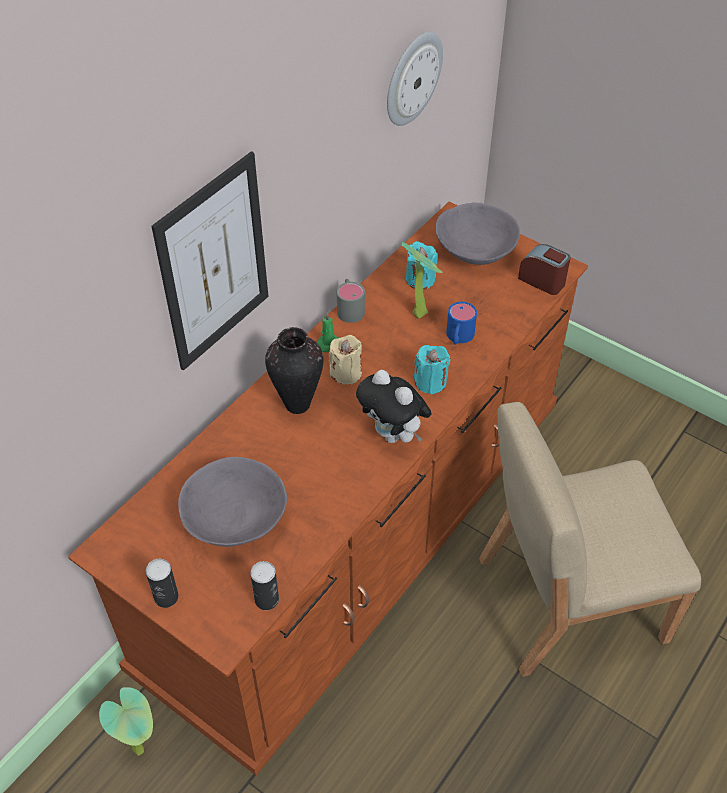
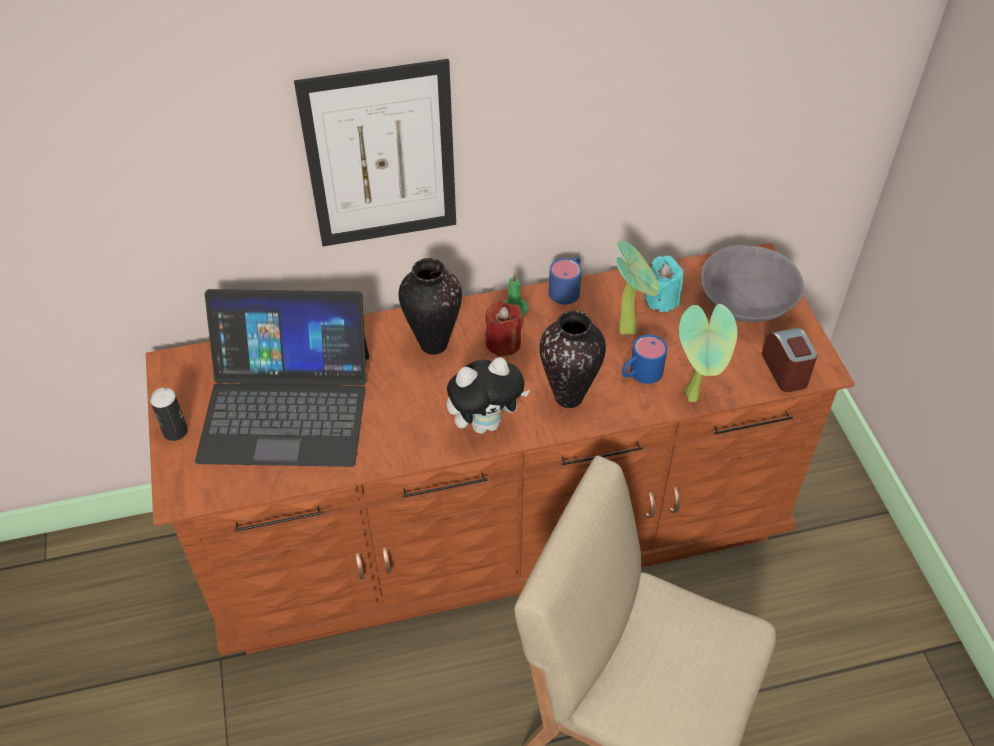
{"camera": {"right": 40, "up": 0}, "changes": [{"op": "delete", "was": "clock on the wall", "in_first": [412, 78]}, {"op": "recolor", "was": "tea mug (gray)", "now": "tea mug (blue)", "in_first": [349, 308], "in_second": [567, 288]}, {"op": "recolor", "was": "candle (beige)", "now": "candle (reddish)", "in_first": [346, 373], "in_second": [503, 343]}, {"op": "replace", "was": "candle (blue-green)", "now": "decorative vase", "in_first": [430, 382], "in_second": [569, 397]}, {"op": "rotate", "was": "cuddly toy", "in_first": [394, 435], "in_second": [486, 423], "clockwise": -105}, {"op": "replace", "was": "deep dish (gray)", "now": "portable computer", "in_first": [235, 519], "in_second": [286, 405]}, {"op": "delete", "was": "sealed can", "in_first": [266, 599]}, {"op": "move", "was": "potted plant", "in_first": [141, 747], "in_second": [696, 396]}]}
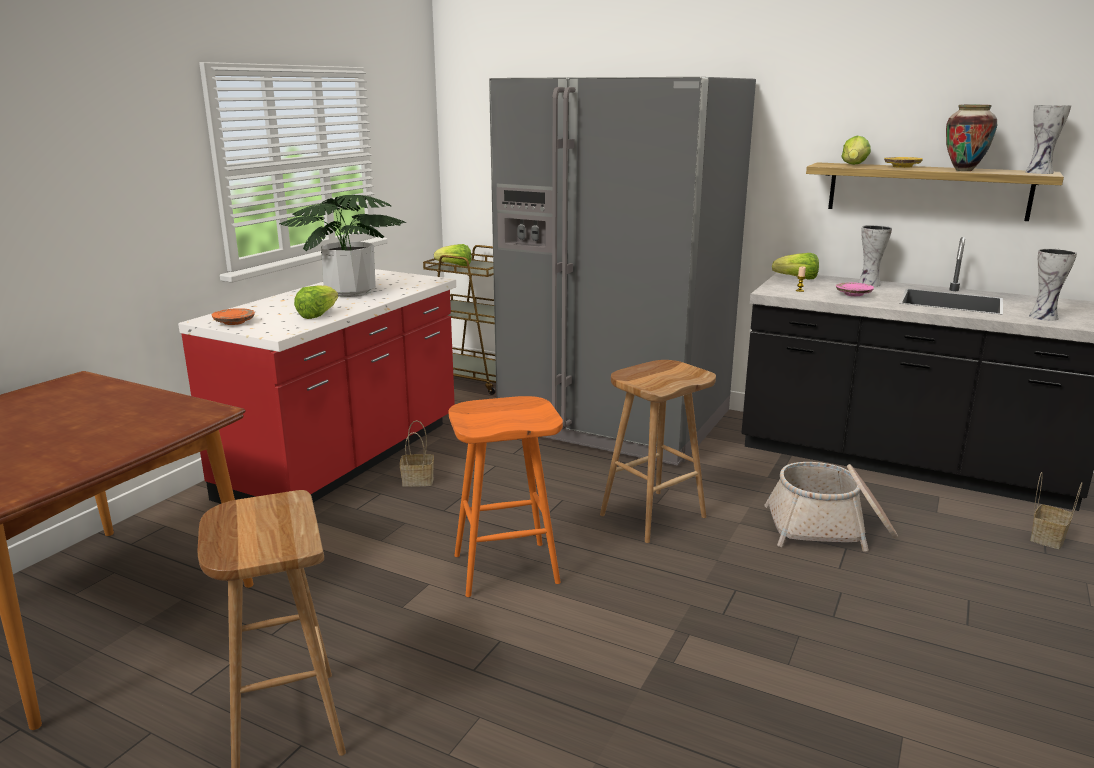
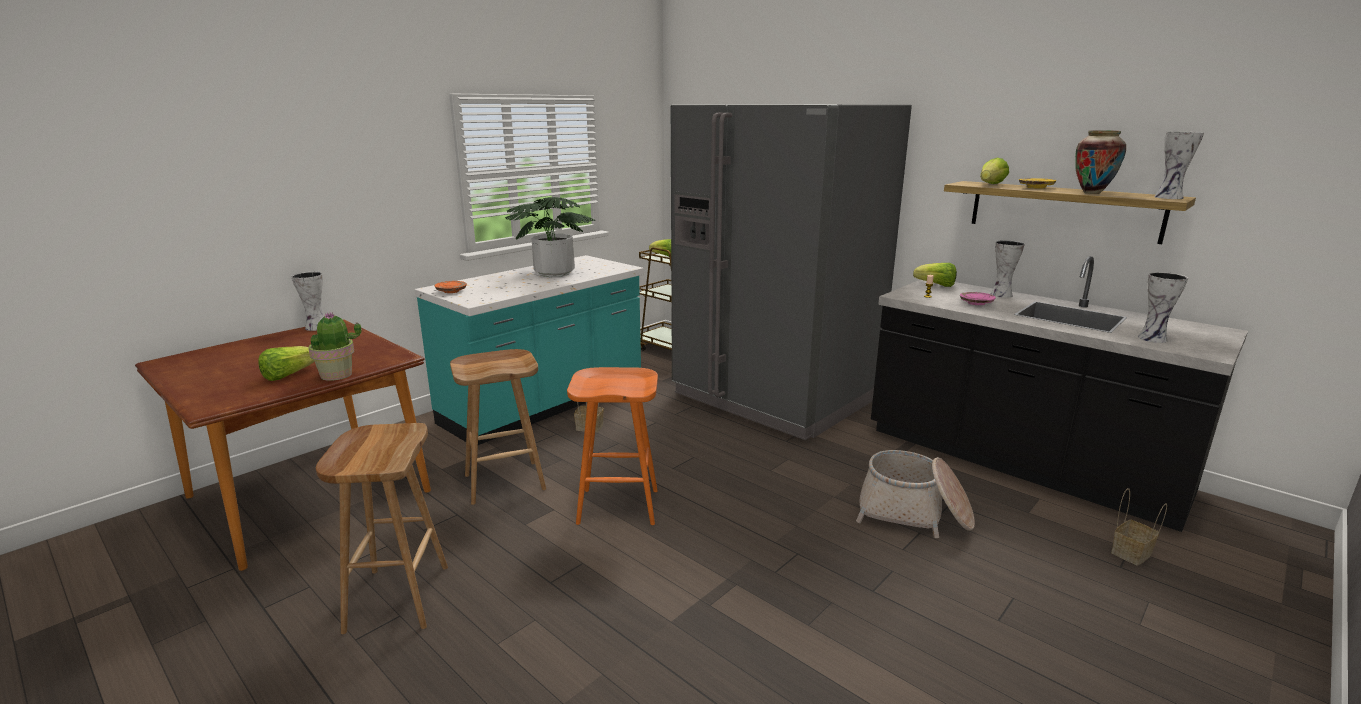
{"camera": {"right": 15, "up": 0}, "changes": [{"op": "recolor", "was": "kitchen base unit (reddish)", "now": "kitchen base unit (blue-green)", "in_first": [346, 460], "in_second": [545, 405]}, {"op": "move", "was": "lettuce head", "in_first": [318, 315], "in_second": [288, 375]}, {"op": "move", "was": "stool seat (brown)", "in_first": [653, 515], "in_second": [506, 481]}, {"op": "insert", "now": "decorative vase", "in_second": [315, 327]}, {"op": "insert", "now": "potted plant", "in_second": [337, 375]}]}
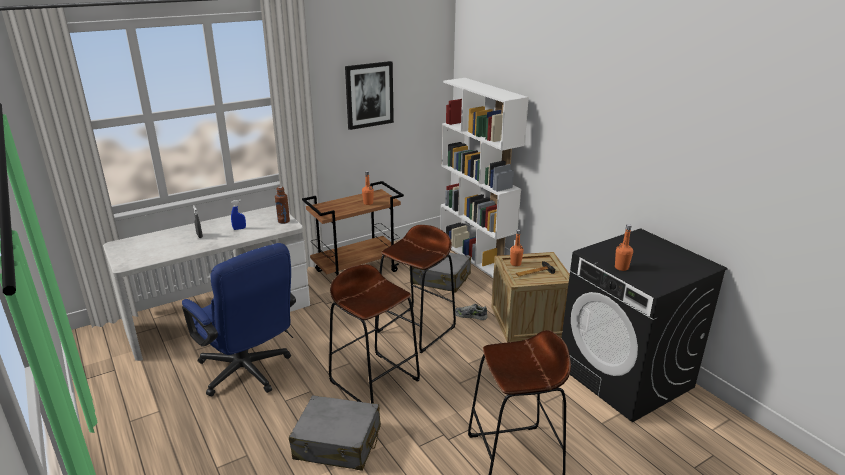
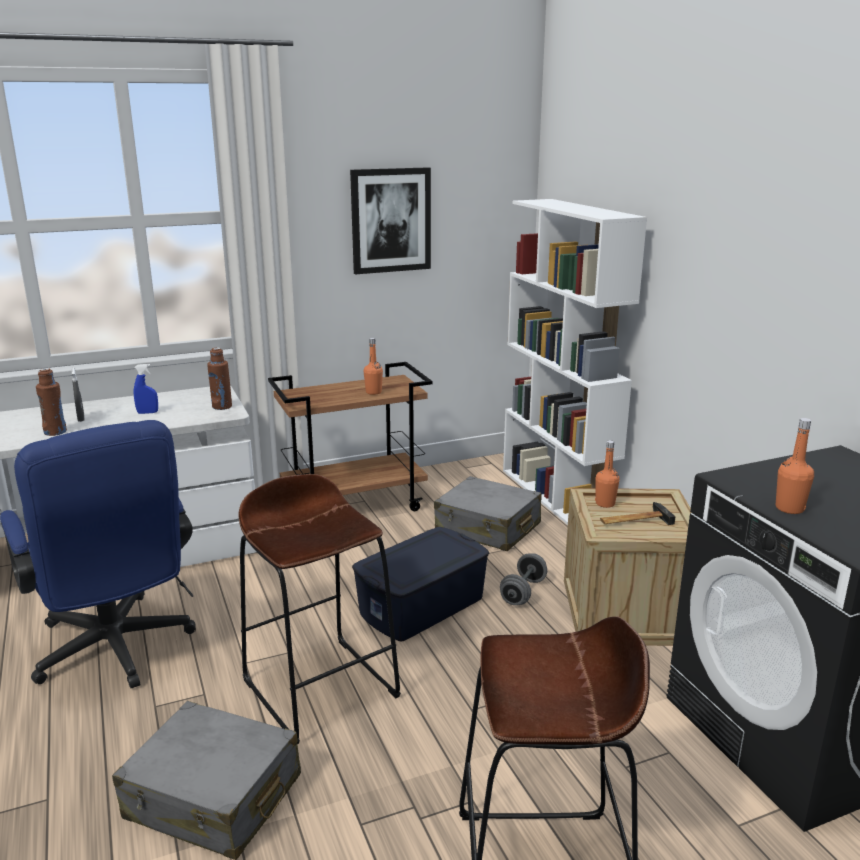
{"camera": {"right": 10, "up": -5}, "changes": [{"op": "replace", "was": "stool seat (brown)", "now": "storage bin (blue)", "in_first": [416, 329], "in_second": [422, 606]}, {"op": "replace", "was": "low shoe", "now": "free weight (gray)", "in_first": [470, 316], "in_second": [523, 592]}, {"op": "insert", "now": "drink bottle (brown)", "in_second": [55, 432]}]}
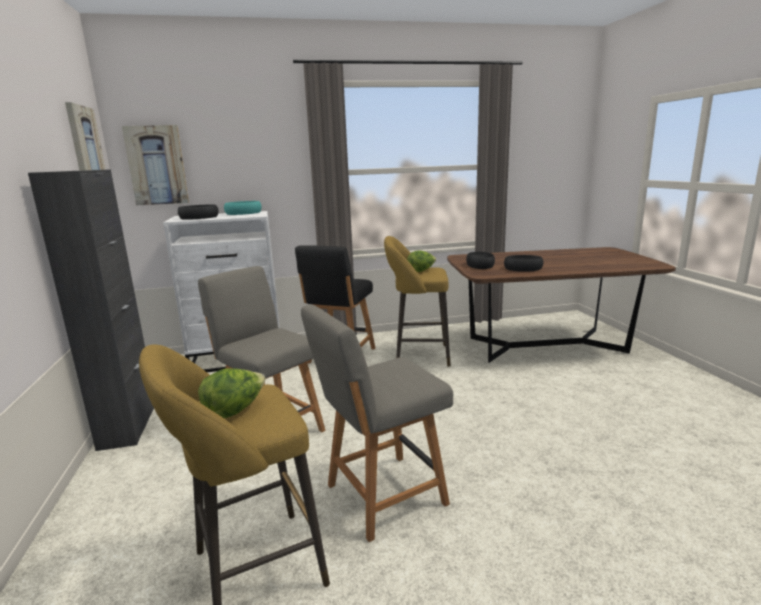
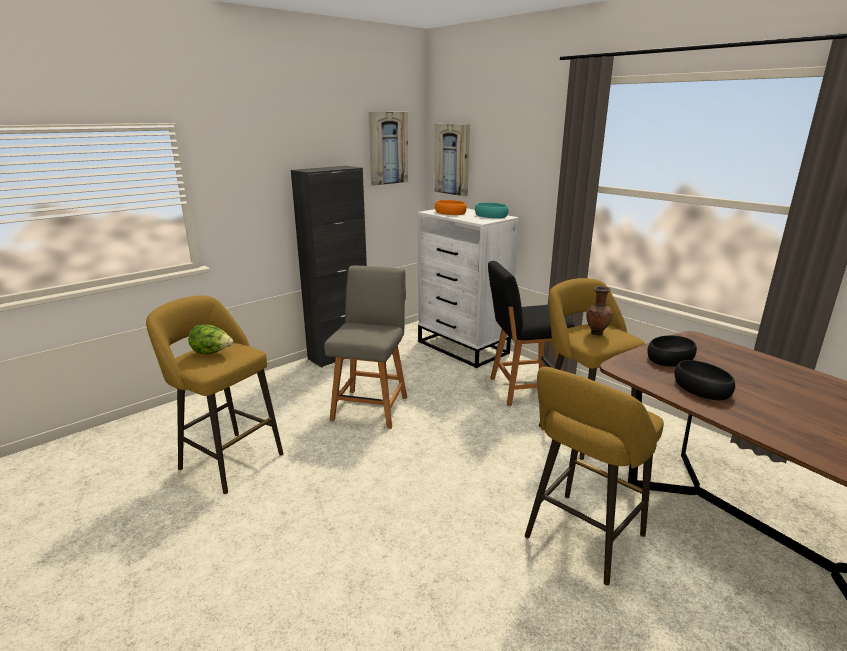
{"camera": {"right": 60, "up": 5}, "changes": [{"op": "recolor", "was": "deep dish (black-coloured)", "now": "deep dish (orangey)", "in_first": [199, 217], "in_second": [450, 212]}, {"op": "replace", "was": "lettuce head", "now": "decorative vase (brown)", "in_first": [421, 271], "in_second": [596, 333]}, {"op": "delete", "was": "plain chair (gray)", "in_first": [382, 496]}, {"op": "insert", "now": "stool seat (yellow-coloured)", "in_second": [581, 539]}]}
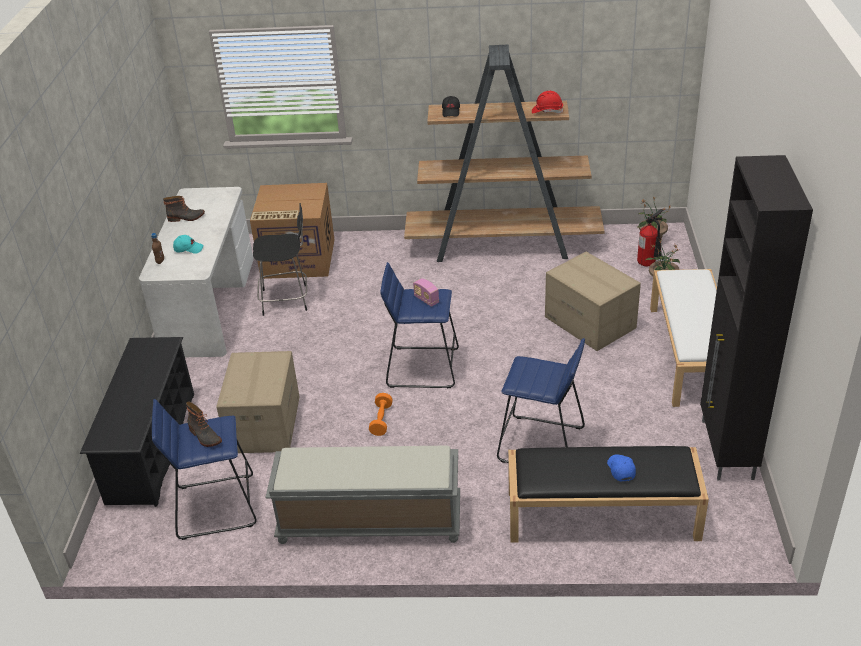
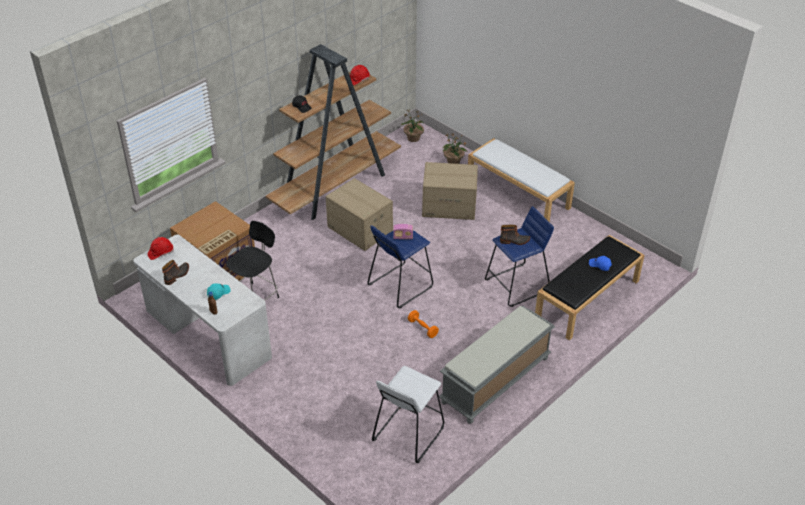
{"camera": {"right": -50, "up": 5}, "changes": [{"op": "delete", "was": "cupboard (black-coloured)", "in_first": [726, 450]}, {"op": "delete", "was": "fire extinguisher", "in_first": [649, 264]}, {"op": "delete", "was": "shoe stand (black-coloured)", "in_first": [151, 447]}, {"op": "move", "was": "cardboard box", "in_first": [263, 424], "in_second": [359, 229]}, {"op": "recolor", "was": "stool seat (blue)", "now": "stool seat (white)", "in_first": [216, 506], "in_second": [408, 433]}, {"op": "move", "was": "boot", "in_first": [204, 436], "in_second": [515, 241]}, {"op": "insert", "now": "safety helmet (reddish)", "in_second": [160, 253]}]}
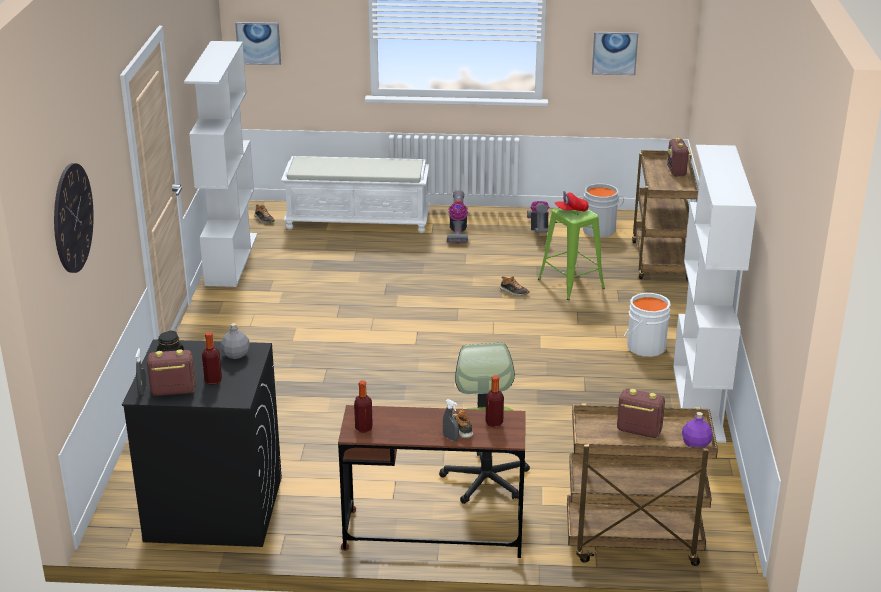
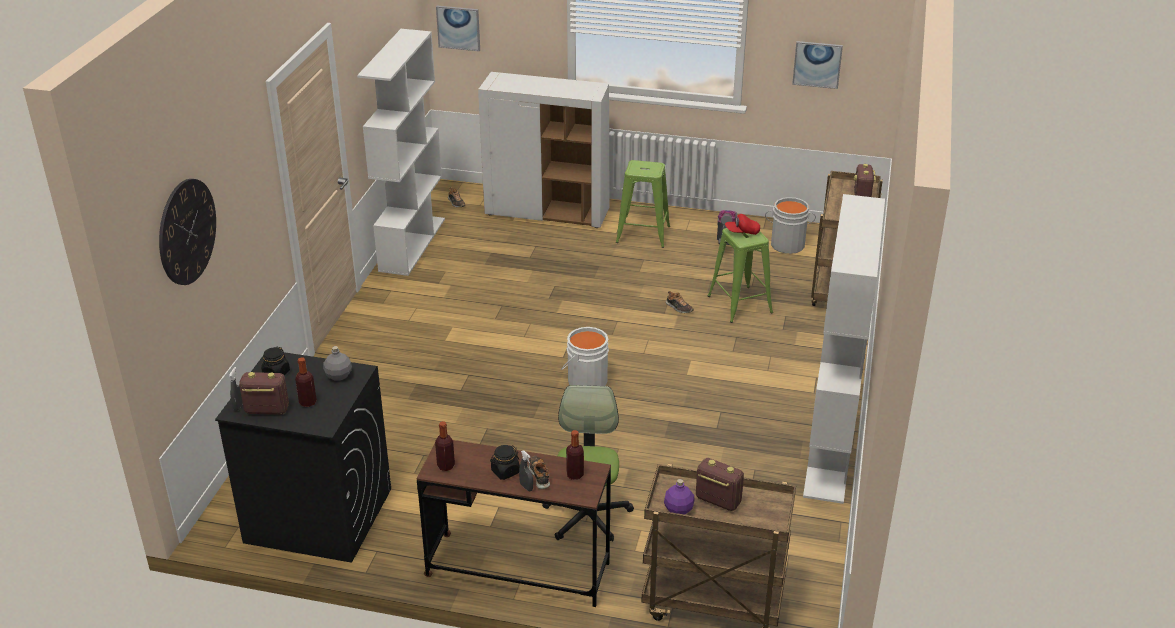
{"camera": {"right": 10, "up": 5}, "changes": [{"op": "replace", "was": "indoor bench (white)", "now": "cupboard (white)", "in_first": [358, 221], "in_second": [548, 213]}, {"op": "replace", "was": "vacuum cleaner", "now": "stool seat (green-coloured)", "in_first": [457, 232], "in_second": [642, 234]}, {"op": "move", "was": "pail (white)", "in_first": [644, 346], "in_second": [585, 380]}, {"op": "move", "was": "drink bottle (purple)", "in_first": [695, 444], "in_second": [678, 509]}, {"op": "insert", "now": "jar (black-coloured)", "in_second": [505, 472]}]}
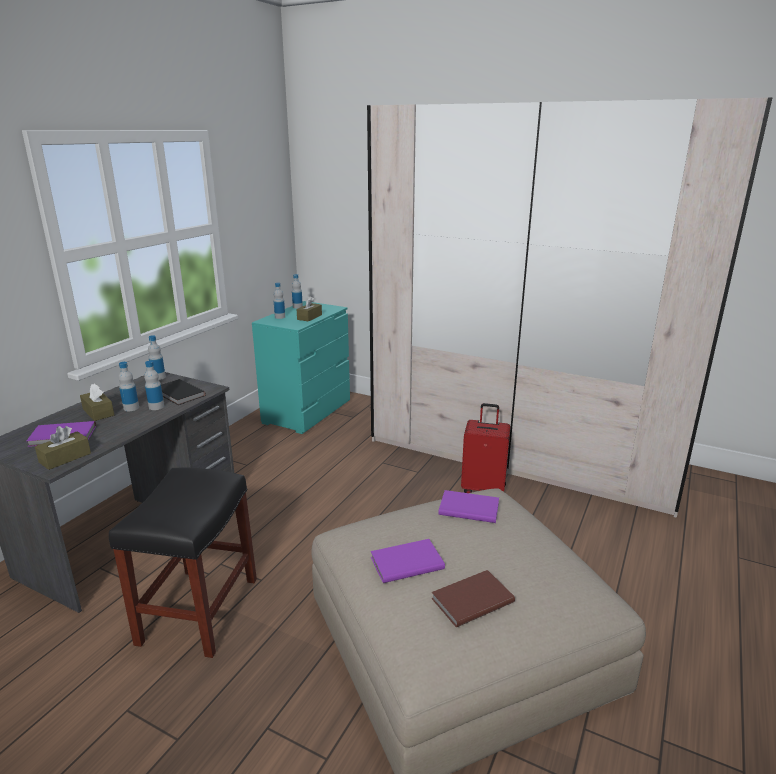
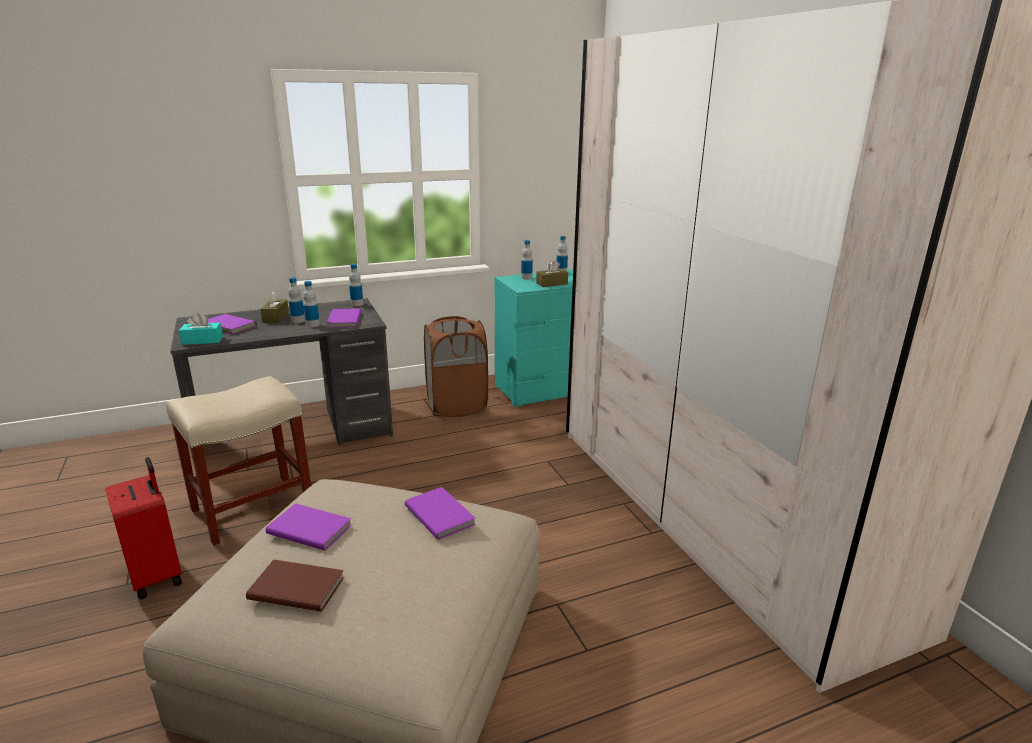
{"camera": {"right": 40, "up": 0}, "changes": [{"op": "recolor", "was": "book (black-coloured)", "now": "book (purple)", "in_first": [178, 394], "in_second": [343, 320]}, {"op": "move", "was": "piece of luggage (reddish)", "in_first": [484, 488], "in_second": [157, 575]}, {"op": "recolor", "was": "box of tissues (brown)", "now": "box of tissues (blue-green)", "in_first": [65, 458], "in_second": [202, 340]}, {"op": "recolor", "was": "stool seat (black-coloured)", "now": "stool seat (beige)", "in_first": [199, 612], "in_second": [251, 509]}, {"op": "insert", "now": "laundry basket (brown)", "in_second": [456, 405]}]}
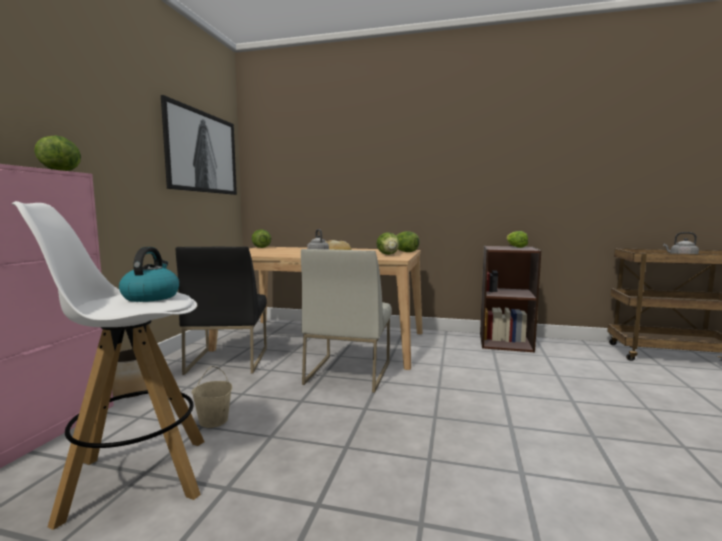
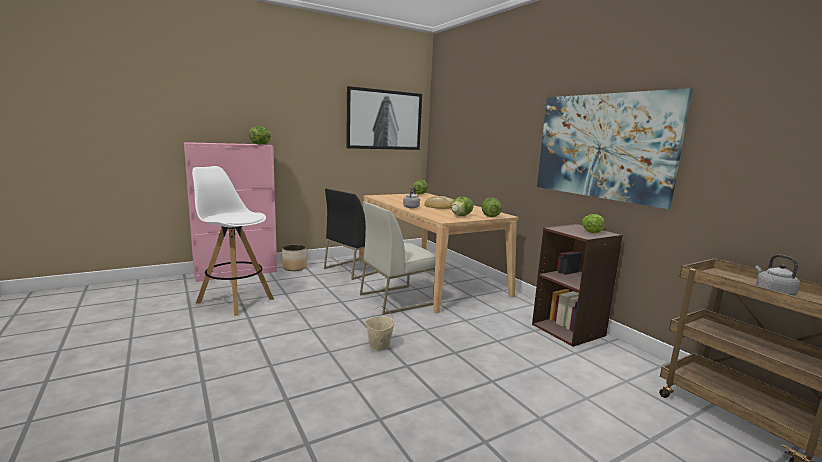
{"camera": {"right": 45, "up": 5}, "changes": [{"op": "delete", "was": "kettle", "in_first": [151, 297]}, {"op": "move", "was": "pail (beige)", "in_first": [214, 421], "in_second": [379, 346]}, {"op": "insert", "now": "wall picture", "in_second": [602, 146]}]}
